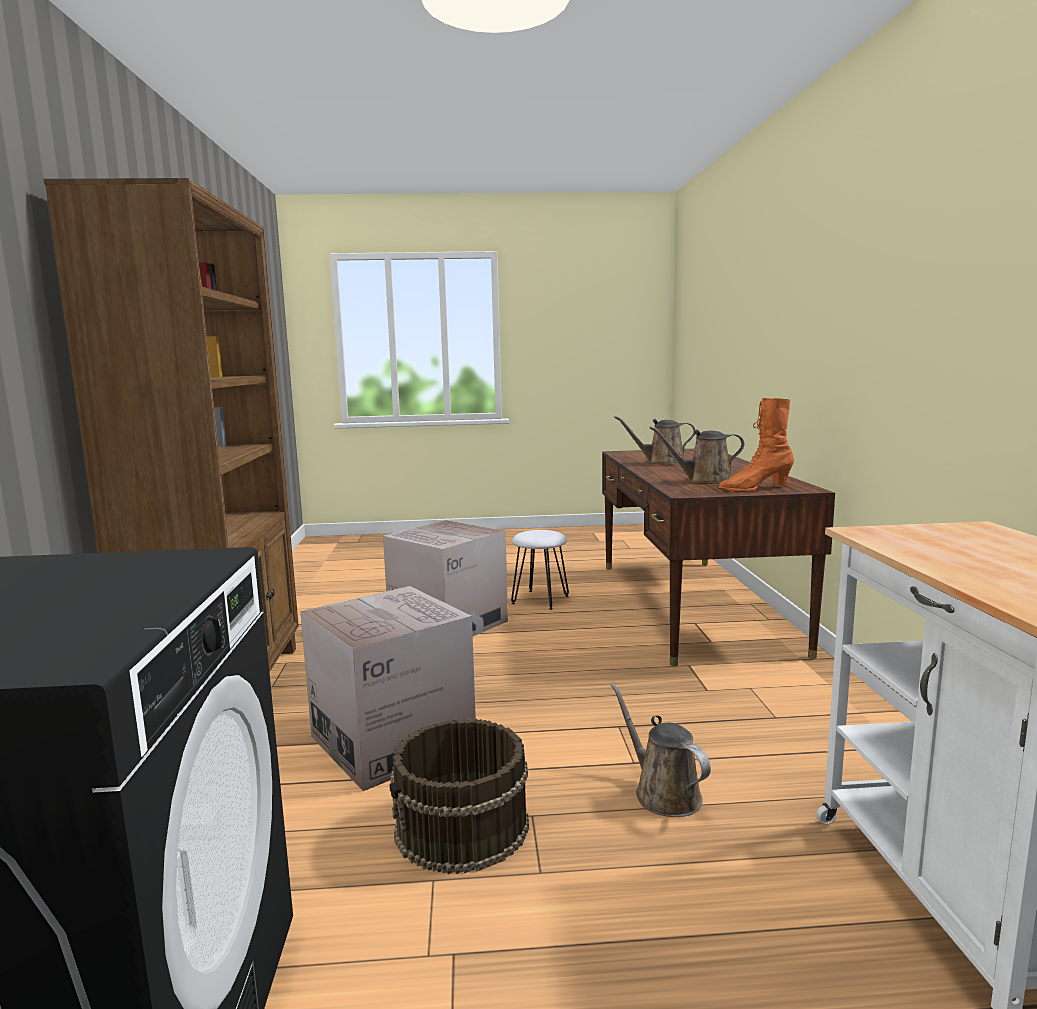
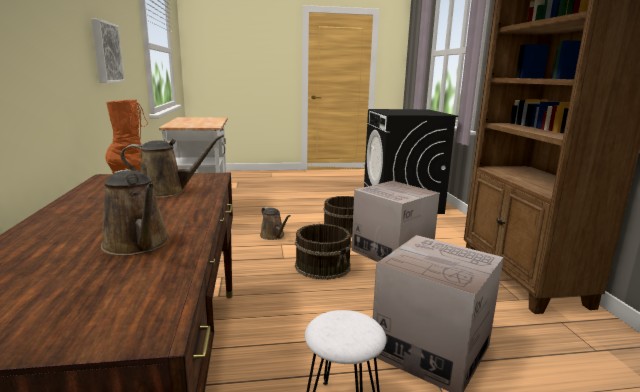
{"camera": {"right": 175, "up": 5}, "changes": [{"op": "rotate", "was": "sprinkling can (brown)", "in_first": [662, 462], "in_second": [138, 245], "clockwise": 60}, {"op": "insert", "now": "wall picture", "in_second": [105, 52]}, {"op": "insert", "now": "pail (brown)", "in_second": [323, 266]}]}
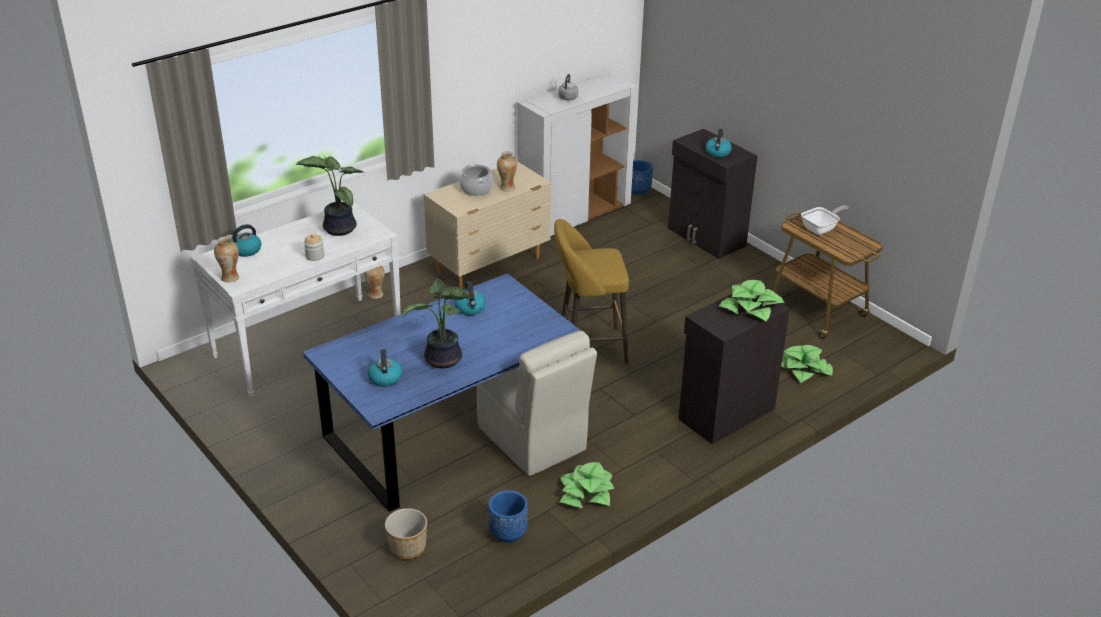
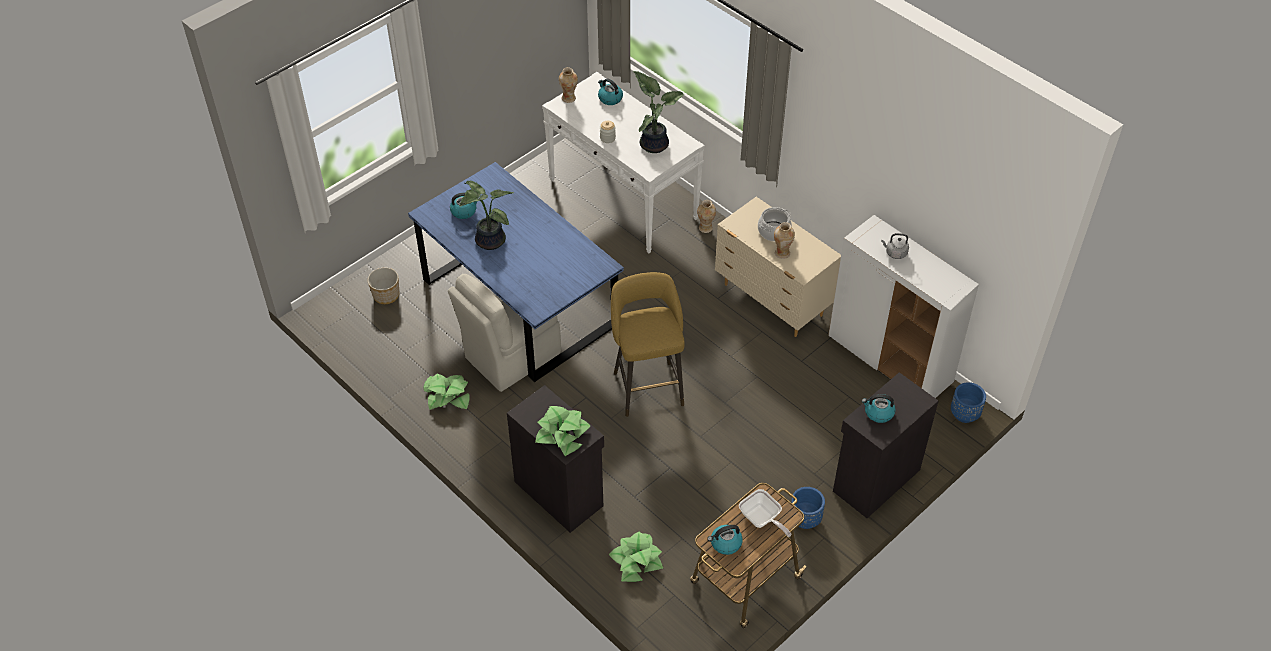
{"camera": {"right": 85, "up": 15}, "changes": [{"op": "move", "was": "kettle", "in_first": [470, 309], "in_second": [725, 543]}, {"op": "move", "was": "plant pot (blue)", "in_first": [508, 533], "in_second": [805, 519]}]}
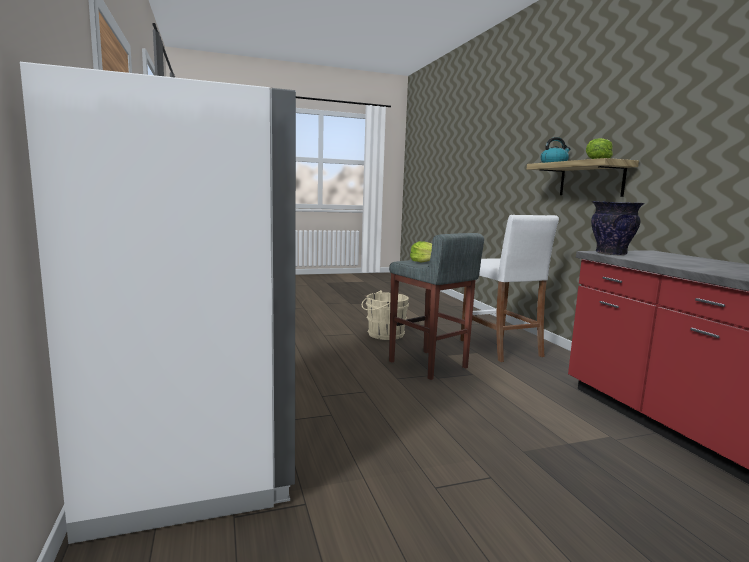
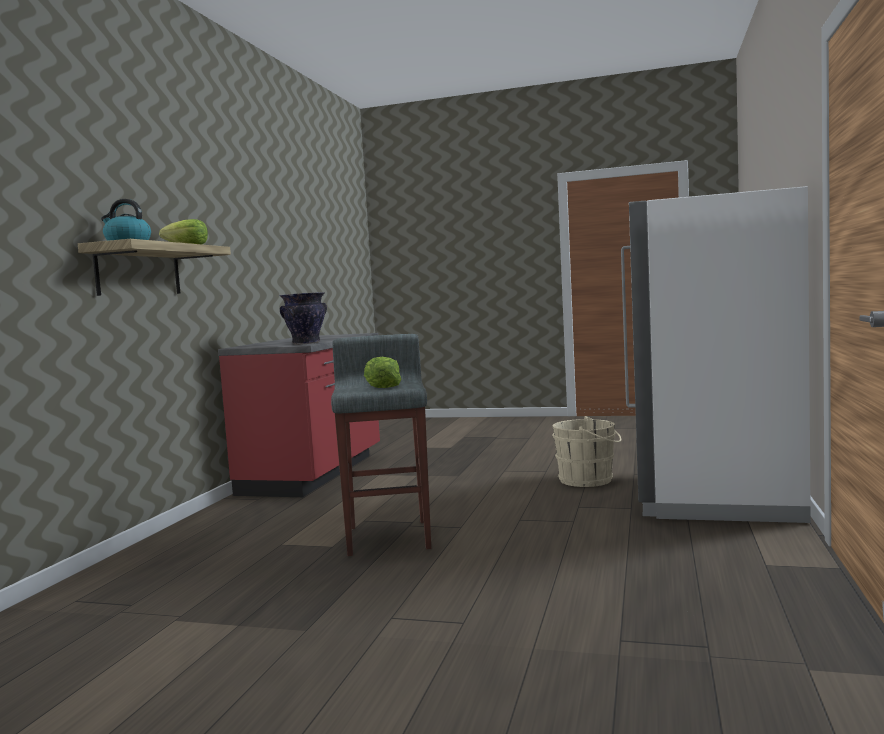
{"camera": {"right": -145, "up": -5}, "changes": [{"op": "delete", "was": "stool seat (white)", "in_first": [500, 348]}, {"op": "move", "was": "pail (beige)", "in_first": [383, 334], "in_second": [589, 480]}]}
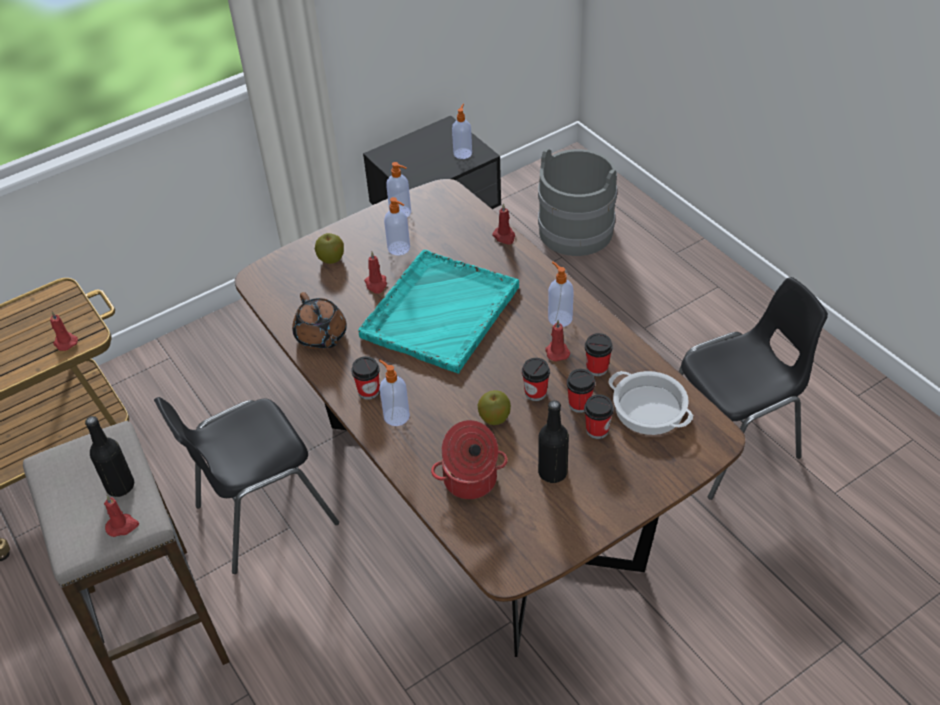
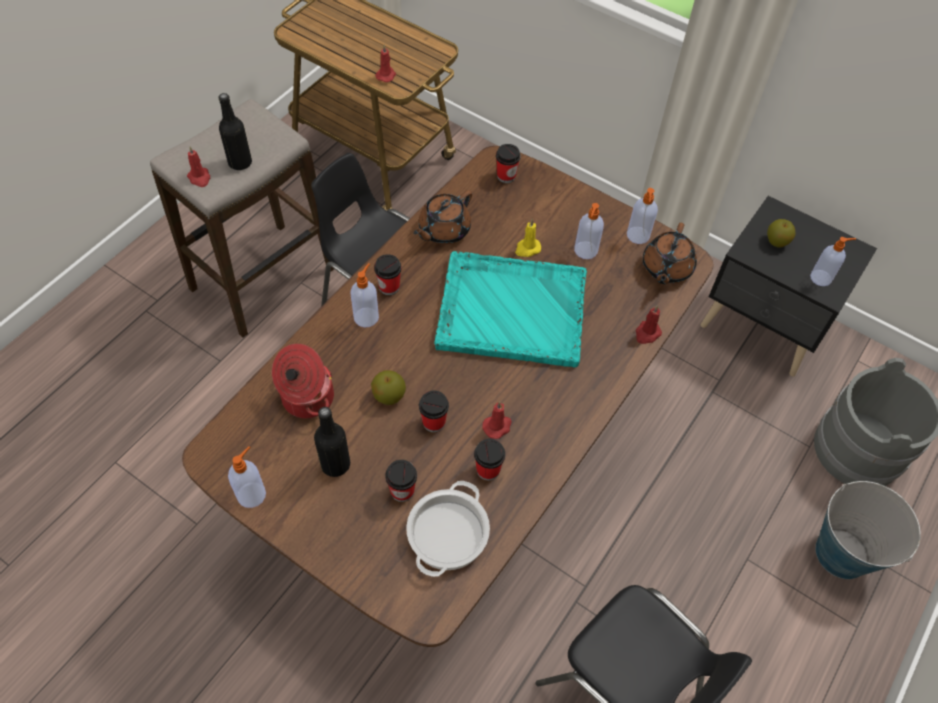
{"camera": {"right": 65, "up": 10}, "changes": [{"op": "move", "was": "whole apple", "in_first": [331, 259], "in_second": [776, 241]}, {"op": "recolor", "was": "candle (reddish)", "now": "candle (yellow-coloured)", "in_first": [376, 284], "in_second": [527, 249]}, {"op": "move", "was": "liquid soap bottle", "in_first": [559, 318], "in_second": [252, 494]}, {"op": "move", "was": "small cup", "in_first": [579, 404], "in_second": [506, 176]}, {"op": "insert", "now": "teapot (brown)", "in_second": [666, 268]}, {"op": "insert", "now": "pail", "in_second": [841, 553]}]}
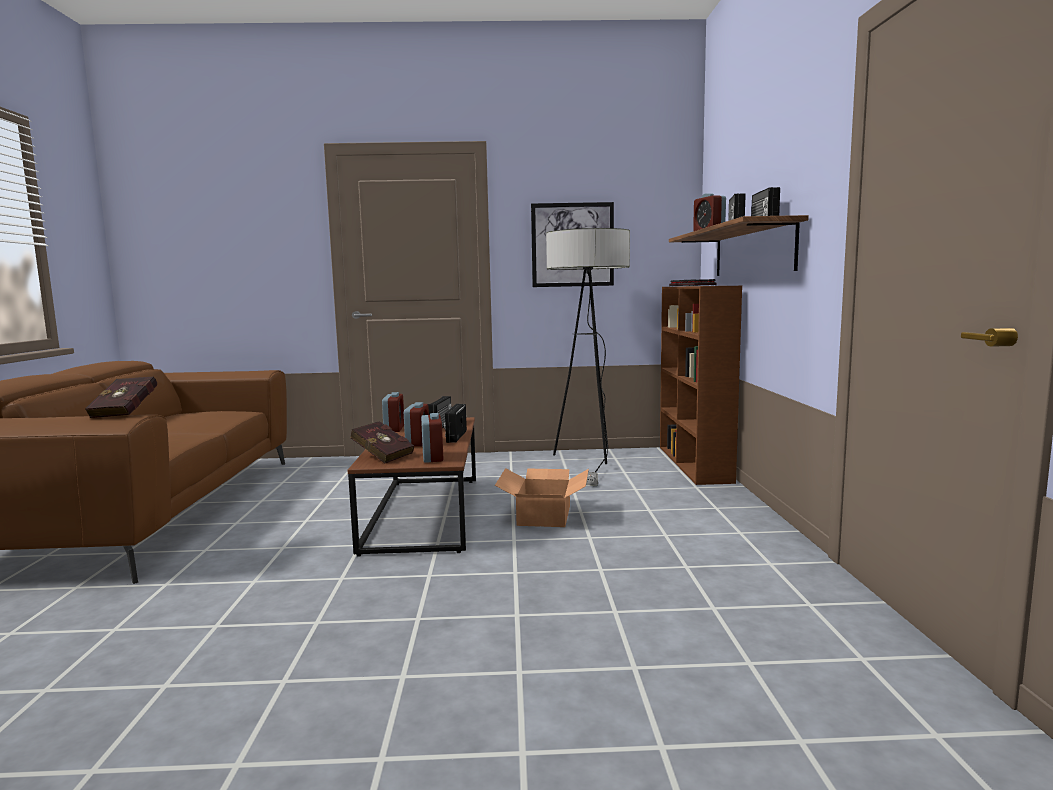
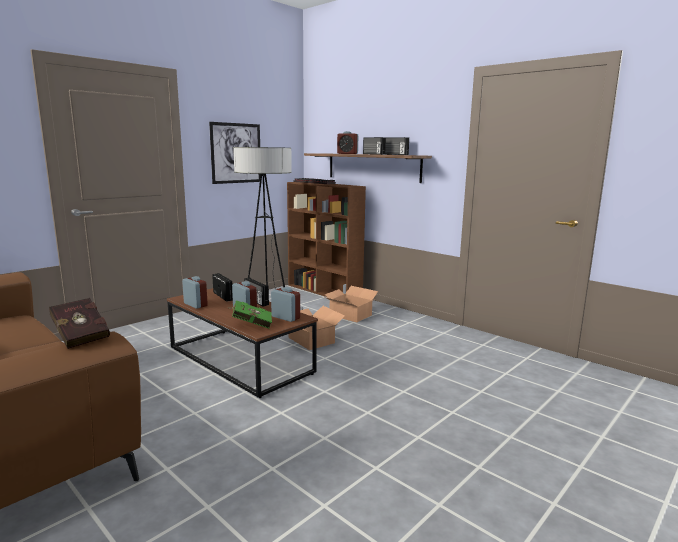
{"camera": {"right": -45, "up": 5}, "changes": [{"op": "recolor", "was": "book (reddish)", "now": "book (green-coloured)", "in_first": [381, 456], "in_second": [250, 324]}, {"op": "insert", "now": "cardboard box", "in_second": [350, 315]}]}
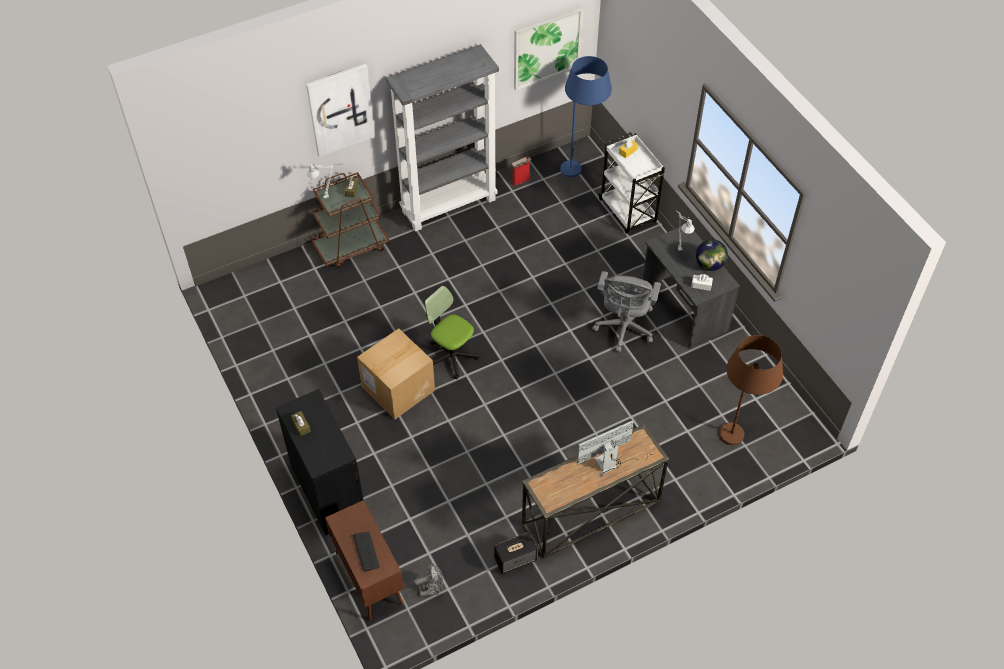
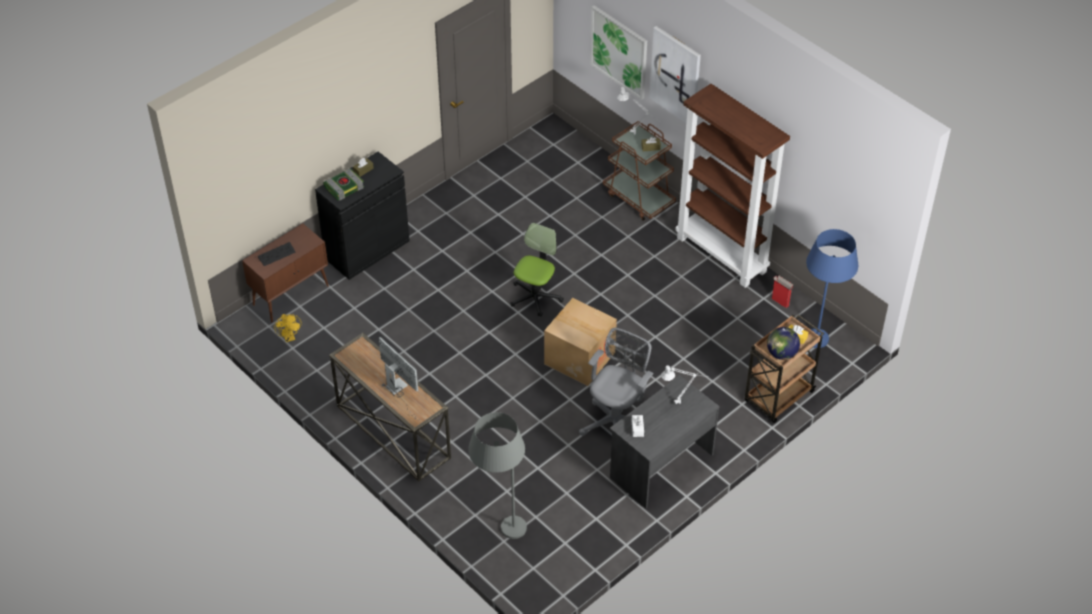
{"camera": {"right": 75, "up": -5}, "changes": [{"op": "move", "was": "wall picture", "in_first": [547, 48], "in_second": [619, 52]}, {"op": "recolor", "was": "shelving unit (gray)", "now": "shelving unit (brown)", "in_first": [449, 205], "in_second": [722, 254]}, {"op": "recolor", "was": "trolley (white)", "now": "trolley (brown)", "in_first": [628, 211], "in_second": [778, 397]}, {"op": "move", "was": "globe", "in_first": [709, 265], "in_second": [781, 354]}, {"op": "rotate", "was": "computer chair (gray)", "in_first": [624, 329], "in_second": [616, 420], "clockwise": 120}, {"op": "move", "was": "cardboard box", "in_first": [398, 388], "in_second": [579, 358]}, {"op": "recolor", "was": "floor lamp (brown)", "now": "floor lamp (gray)", "in_first": [733, 446], "in_second": [499, 531]}, {"op": "delete", "was": "speaker", "in_first": [515, 559]}, {"op": "recolor", "was": "cooling fan (gray)", "now": "cooling fan (yellow-coloured)", "in_first": [431, 589], "in_second": [289, 337]}, {"op": "insert", "now": "book", "in_second": [344, 187]}]}
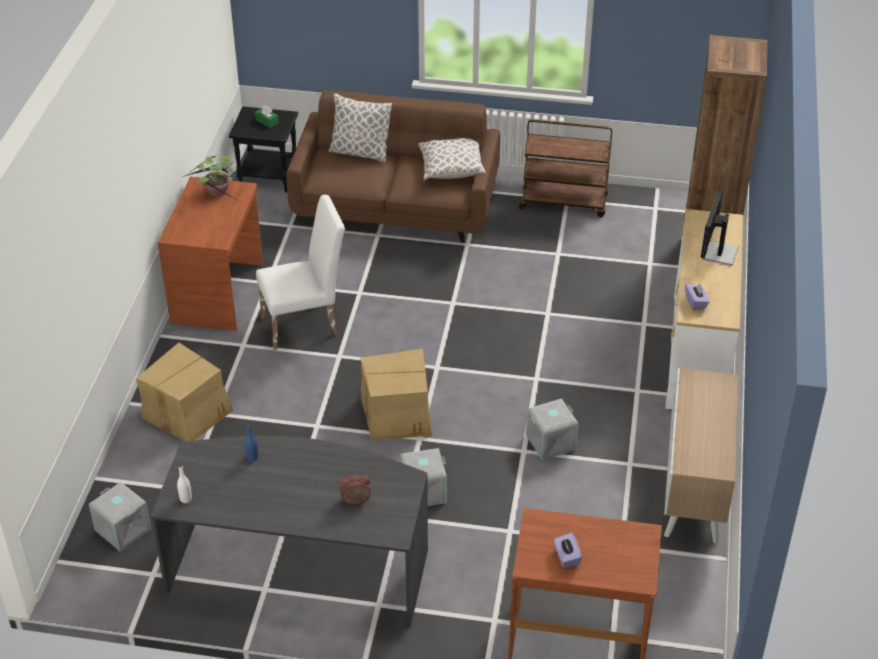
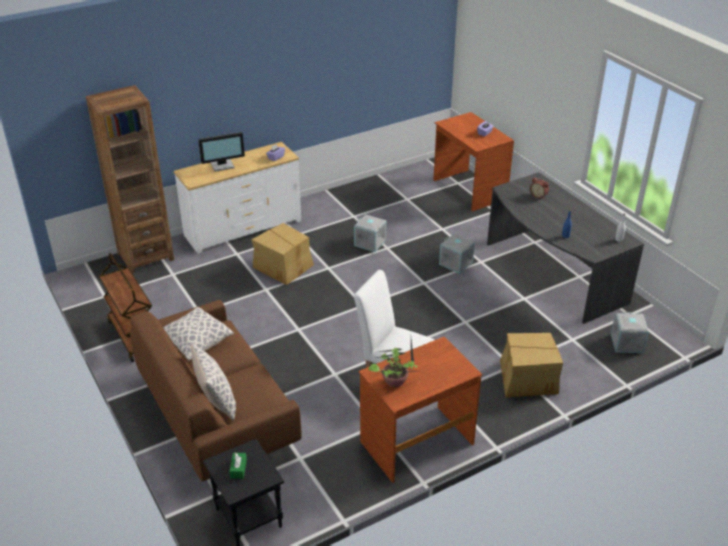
{"camera": {"right": -130, "up": -5}, "changes": [{"op": "move", "was": "cardboard box", "in_first": [398, 413], "in_second": [284, 267]}, {"op": "delete", "was": "cupboard", "in_first": [695, 490]}]}
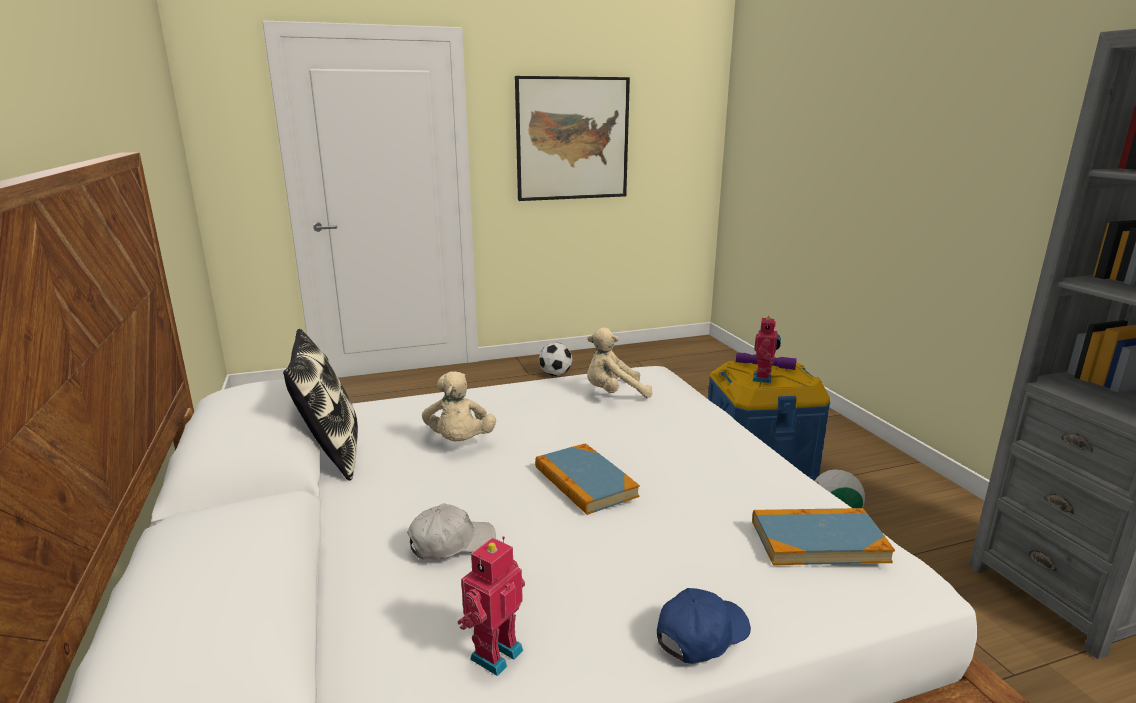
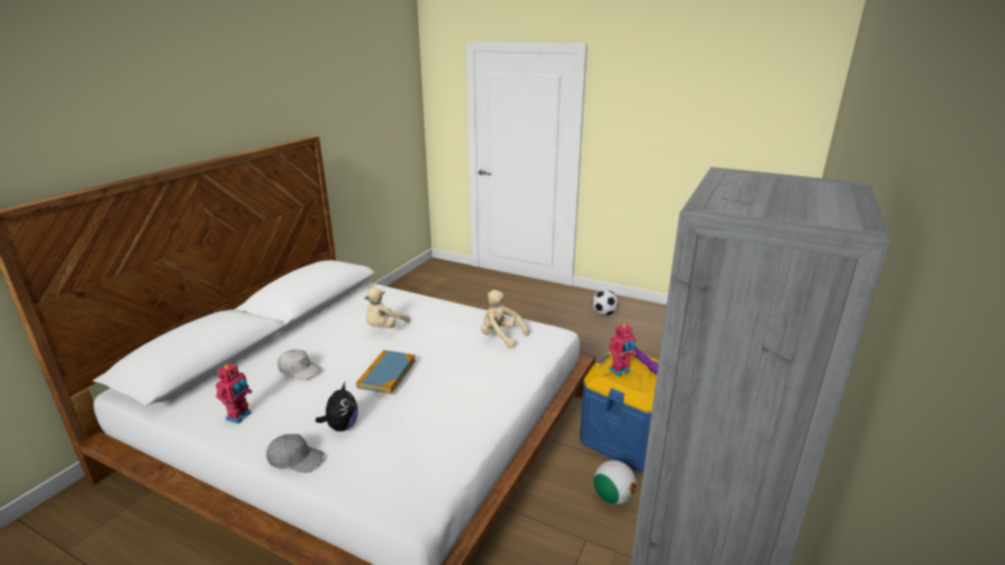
{"camera": {"right": 45, "up": 5}, "changes": [{"op": "delete", "was": "wall picture", "in_first": [572, 139]}, {"op": "delete", "was": "throw pillow", "in_first": [331, 453]}, {"op": "delete", "was": "book", "in_first": [818, 541]}, {"op": "rotate", "was": "toy robot", "in_first": [494, 653], "in_second": [240, 416], "clockwise": 120}, {"op": "recolor", "was": "peaked cap (blue)", "now": "peaked cap (gray)", "in_first": [701, 635], "in_second": [295, 459]}, {"op": "insert", "now": "cuddly toy", "in_second": [341, 426]}]}
